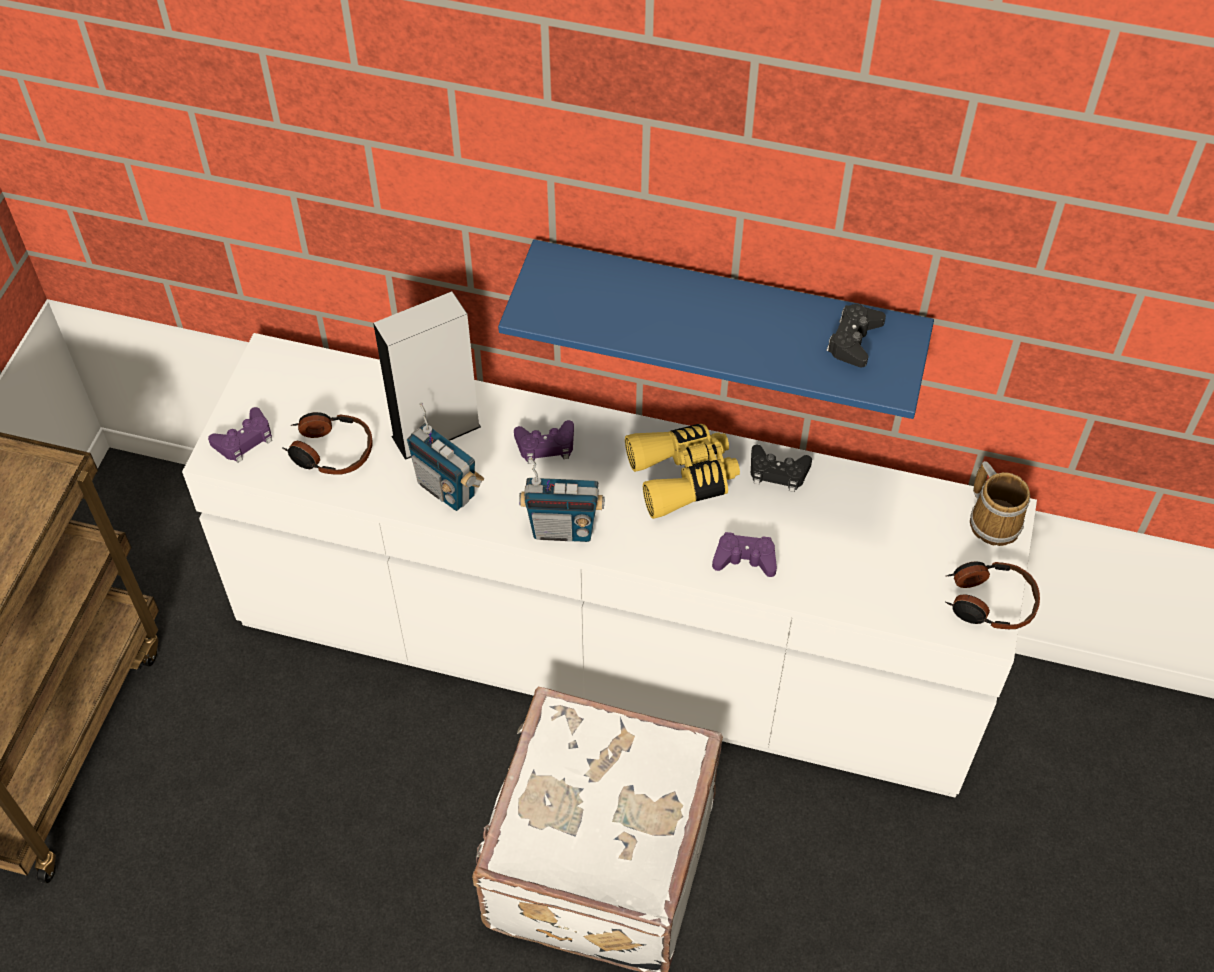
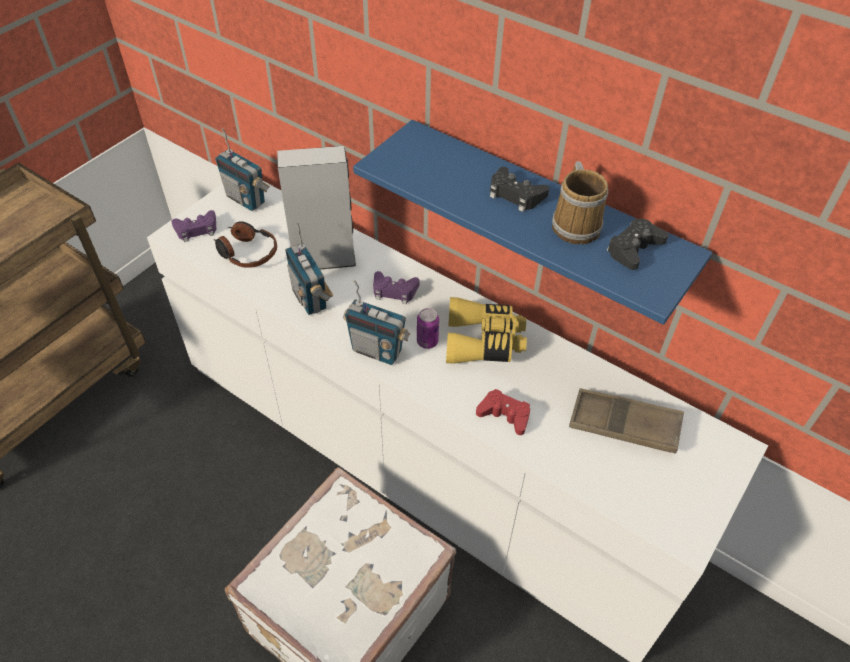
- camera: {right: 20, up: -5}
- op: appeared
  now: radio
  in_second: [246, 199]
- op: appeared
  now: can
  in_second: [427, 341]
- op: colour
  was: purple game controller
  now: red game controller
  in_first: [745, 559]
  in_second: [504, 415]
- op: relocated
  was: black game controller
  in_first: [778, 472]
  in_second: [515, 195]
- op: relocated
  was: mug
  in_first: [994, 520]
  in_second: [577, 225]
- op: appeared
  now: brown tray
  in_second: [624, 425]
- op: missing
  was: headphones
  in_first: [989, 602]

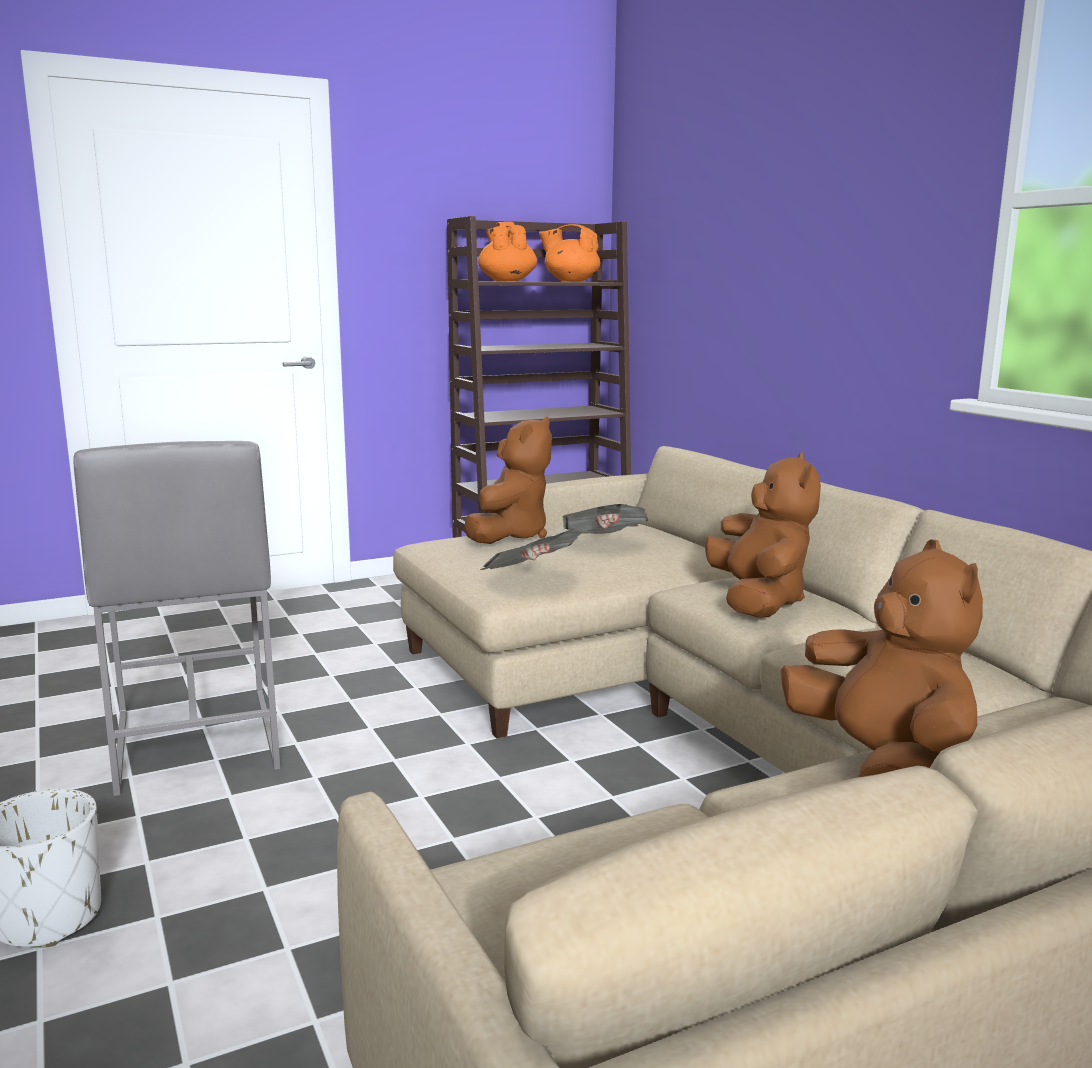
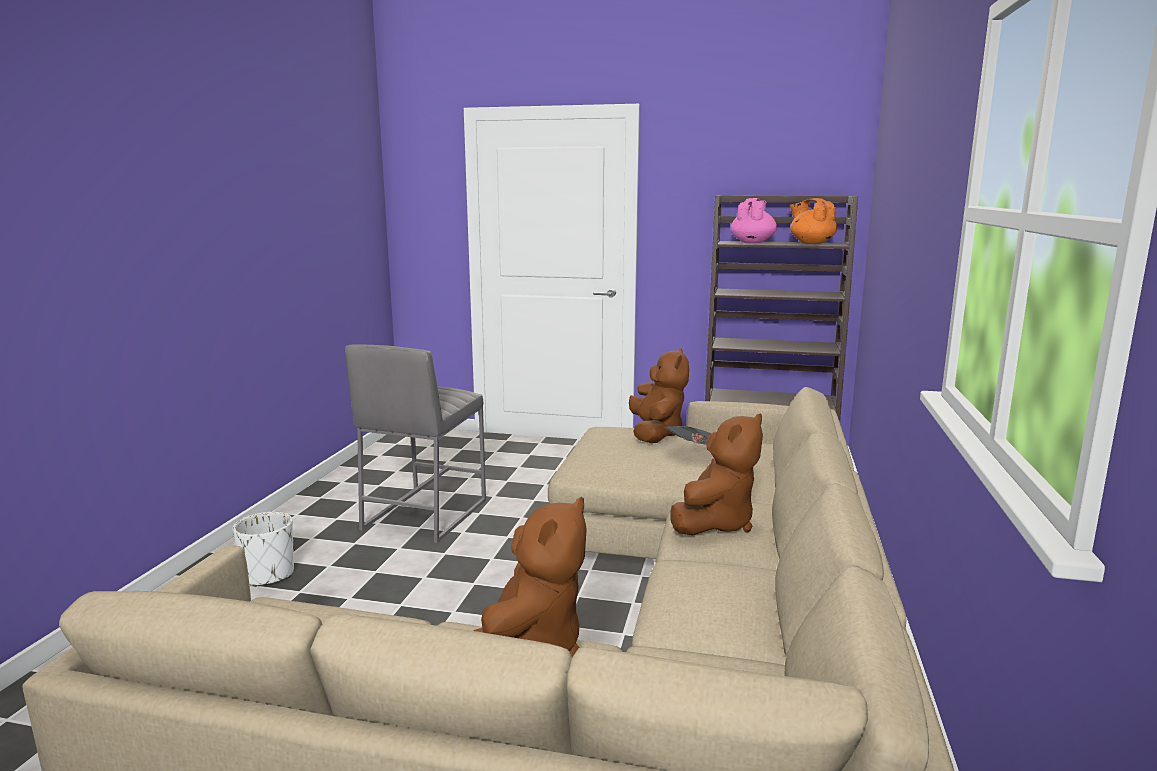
- camera: {right: 40, up: 0}
- op: spun
  was: brown plush toy
  in_first: [510, 535]
  in_second: [656, 434]
  clockwise: -60
- op: colour
  was: orange teapot
  now: pink teapot
  in_first: [507, 281]
  in_second: [752, 242]
- op: missing
  was: newspaper
  in_first: [530, 577]

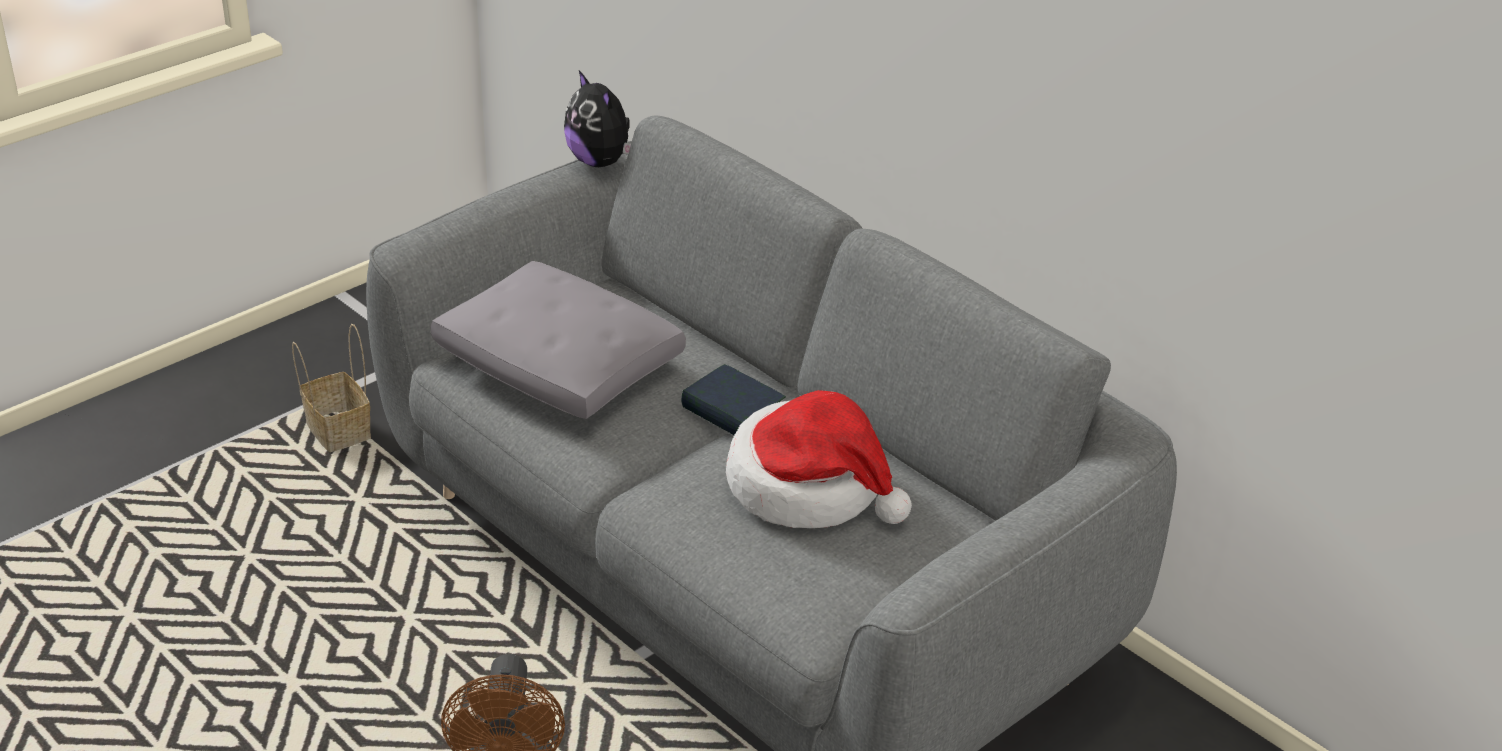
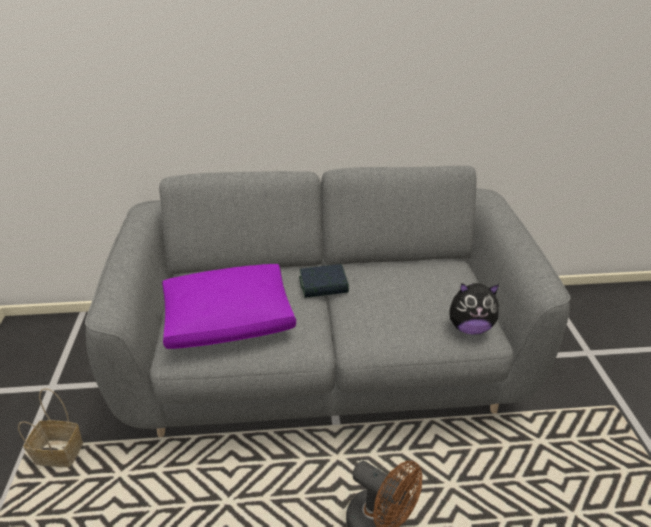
- camera: {right: -50, up: 0}
- op: colour
  was: grey pillow
  now: purple pillow
  in_first: [561, 366]
  in_second: [230, 318]
- op: relocated
  was: plush toy
  in_first: [601, 162]
  in_second: [469, 327]
- op: missing
  was: hat
  in_first: [809, 487]

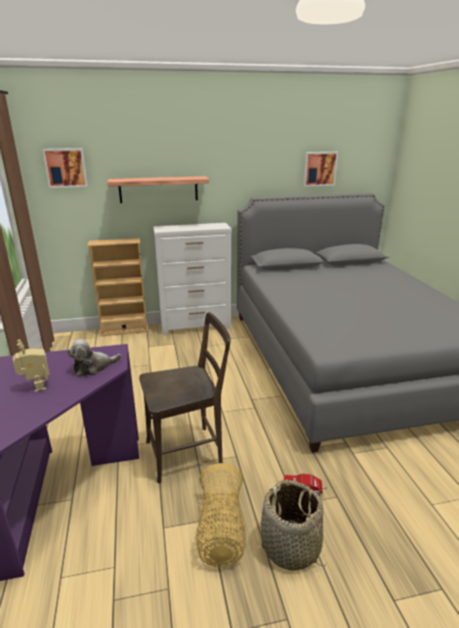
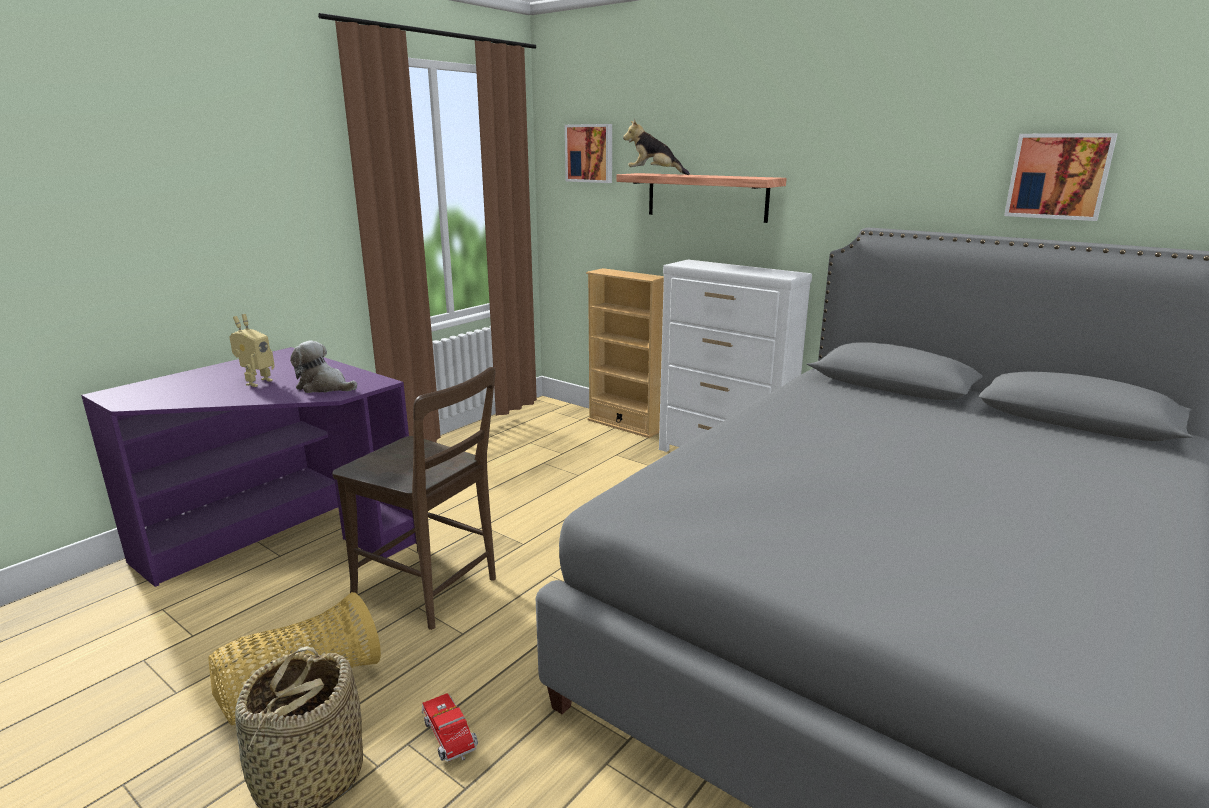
- camera: {right: 50, up: -5}
- op: appeared
  now: plush toy
  in_second: [654, 174]

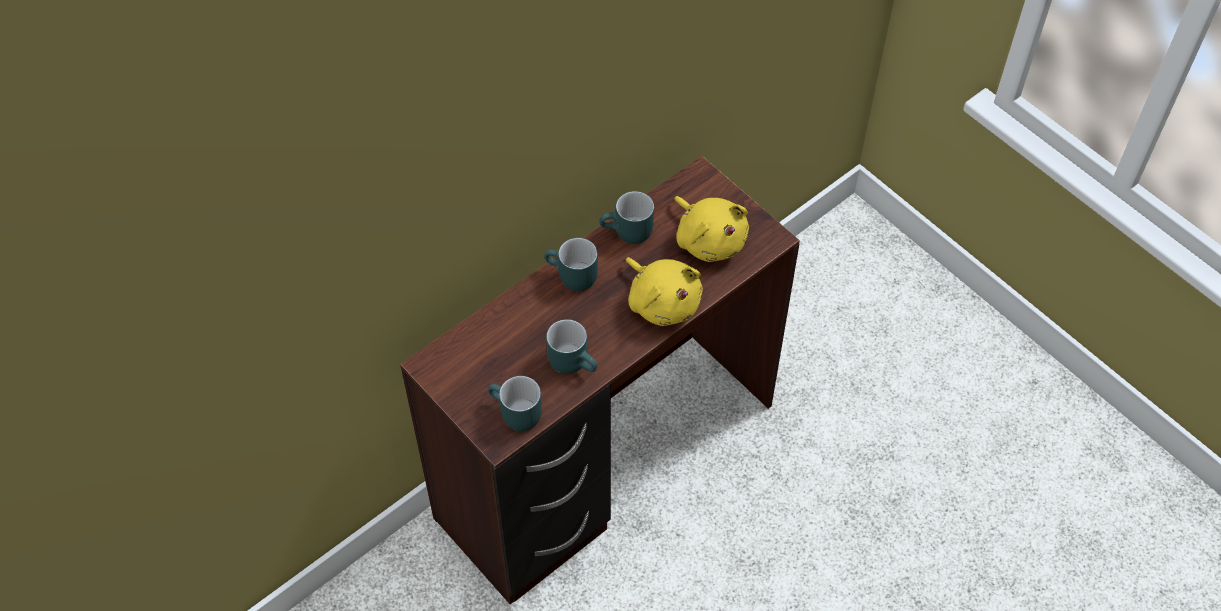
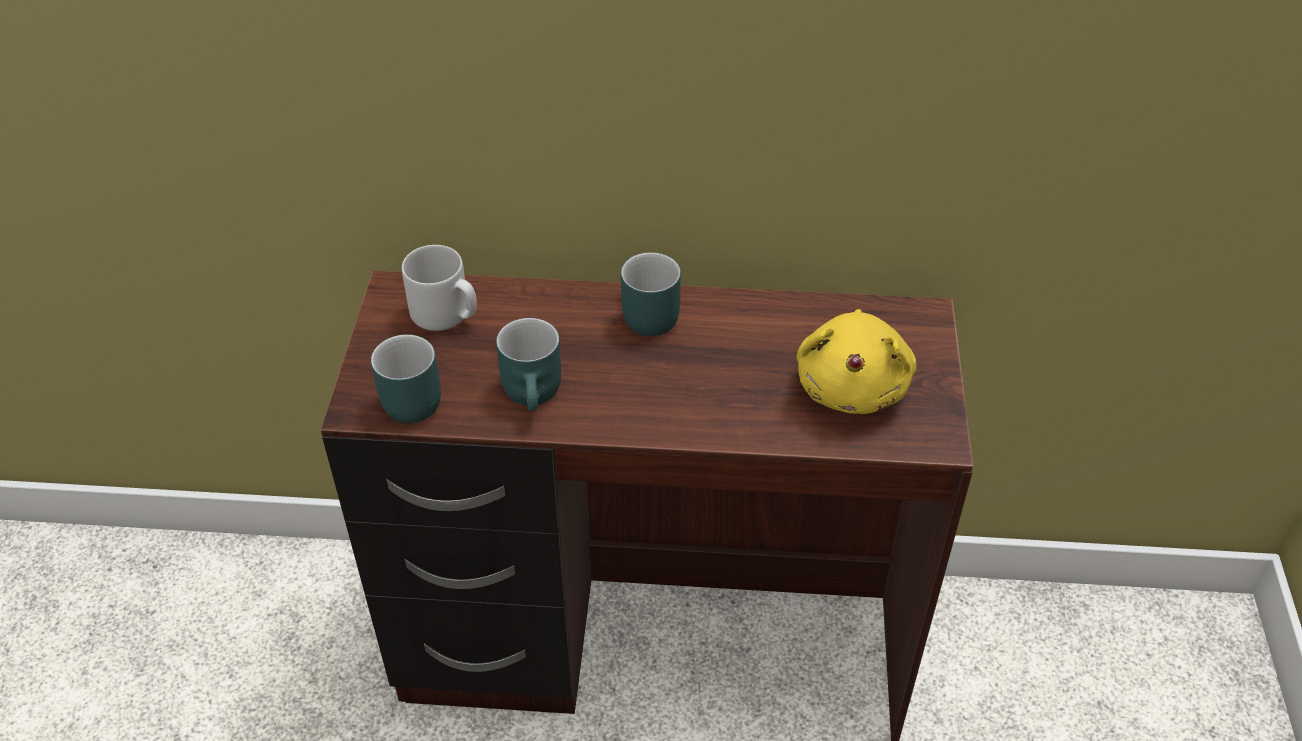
- camera: {right: 45, up: -10}
- op: appeared
  now: grey mug
  in_second: [446, 314]
- op: missing
  was: turquoise mug
  in_first: [628, 234]
- op: missing
  was: yellow plush toy
  in_first: [662, 301]

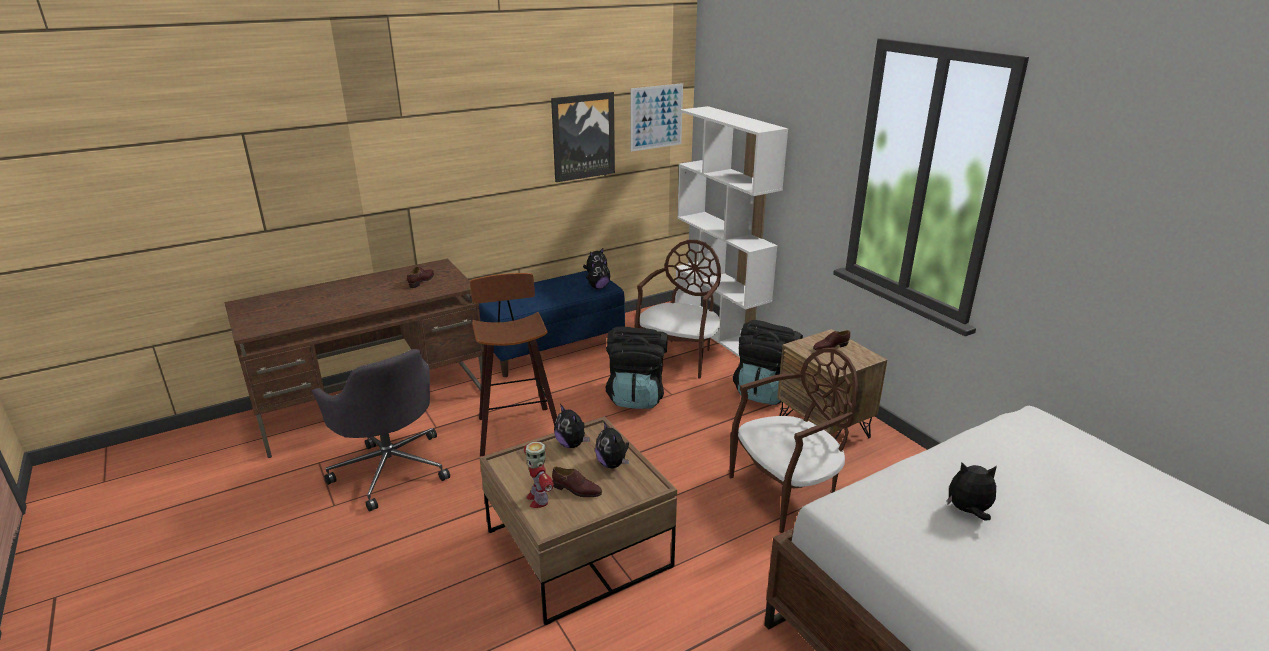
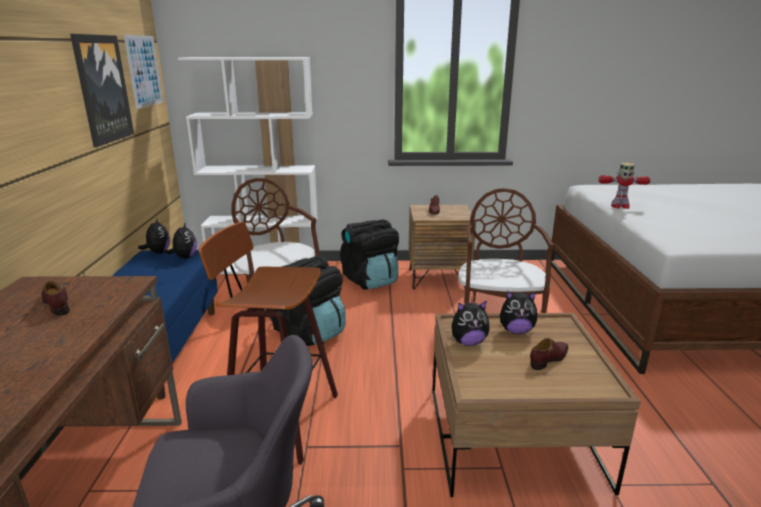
- camera: {right: -60, up: -5}
- op: relocated
  was: toy robot
  in_first: [538, 499]
  in_second: [619, 206]
- op: missing
  was: plush toy
  in_first: [968, 511]

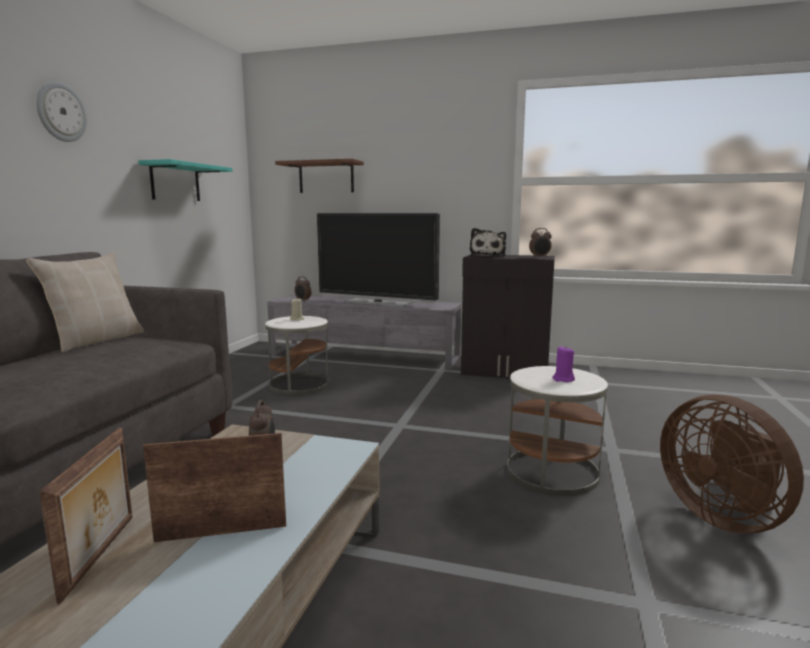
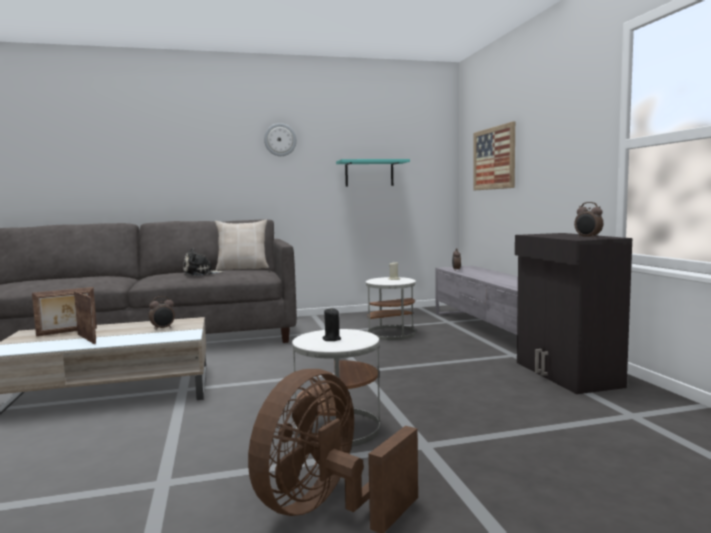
- camera: {right: 60, up: -5}
- op: relocated
  was: plush toy
  in_first: [487, 256]
  in_second: [200, 273]
- op: colour
  was: purple candle
  now: black candle
  in_first: [563, 379]
  in_second: [331, 339]
- op: exchanged
  was: brown shelf
  now: picture
  in_first: [326, 177]
  in_second: [494, 158]
- op: missing
  was: television
  in_first: [378, 303]

